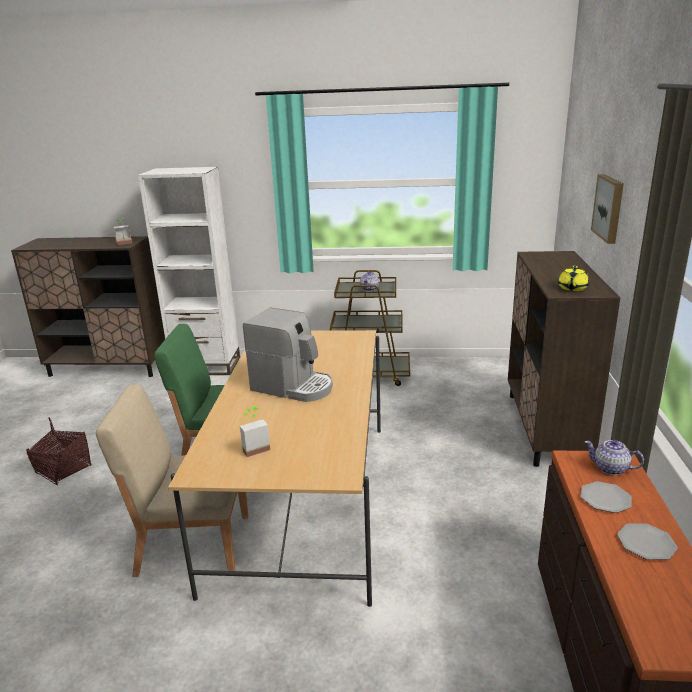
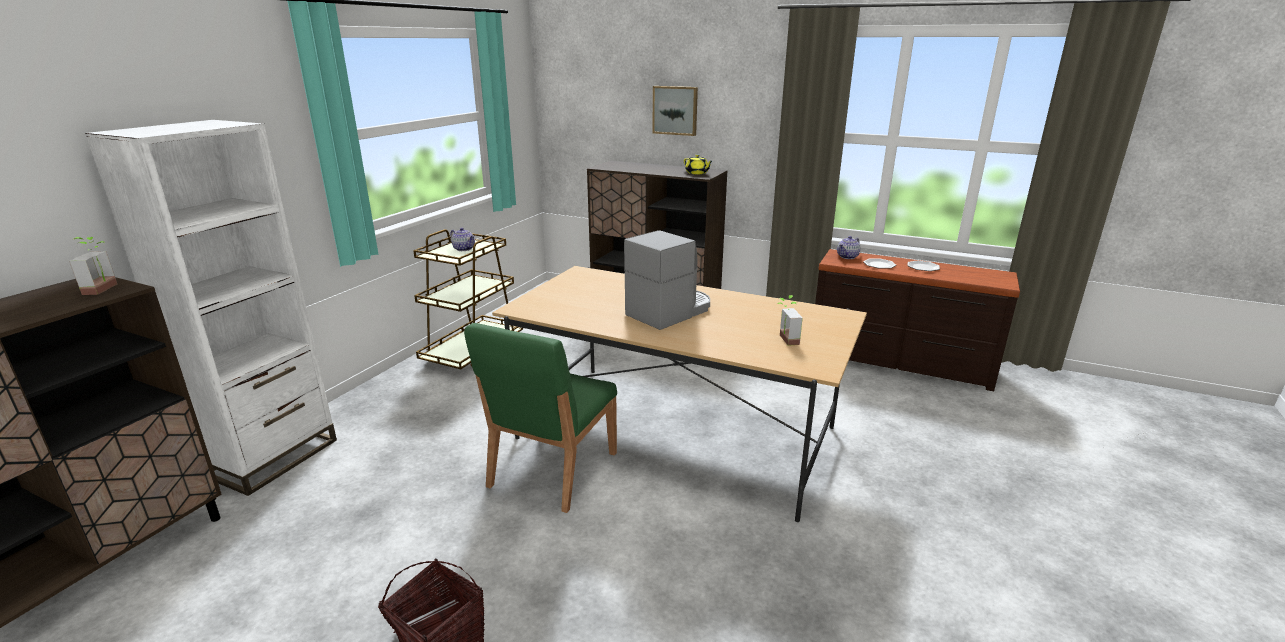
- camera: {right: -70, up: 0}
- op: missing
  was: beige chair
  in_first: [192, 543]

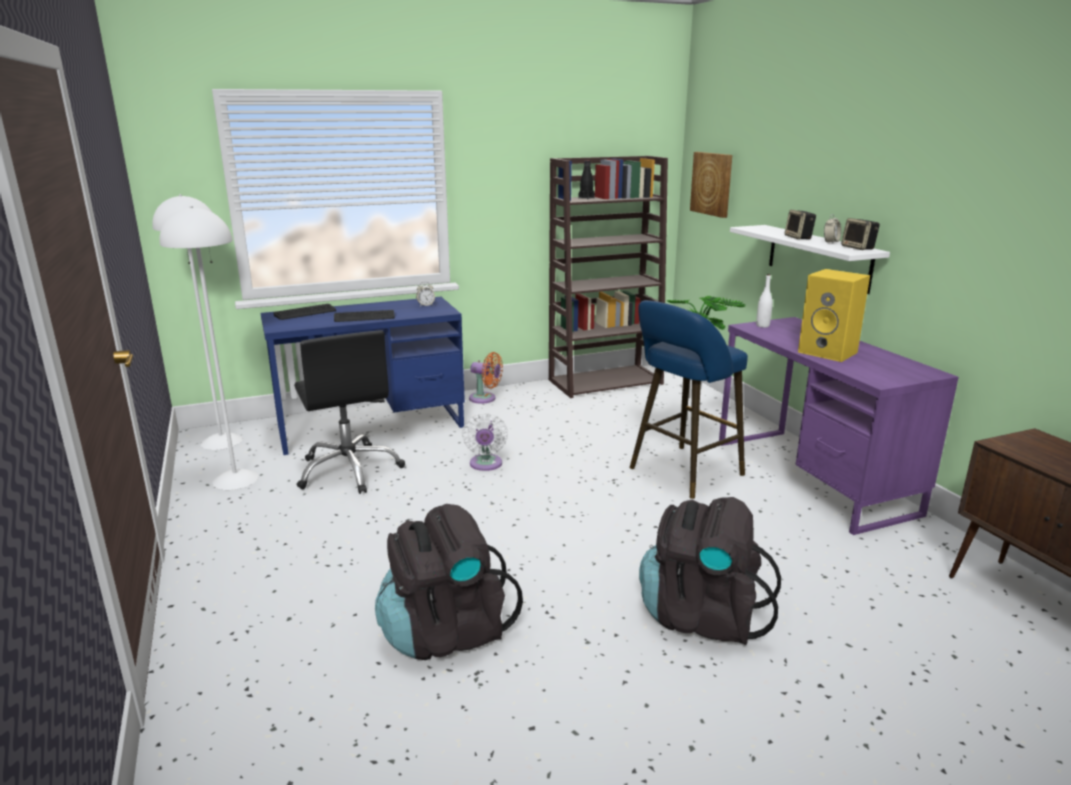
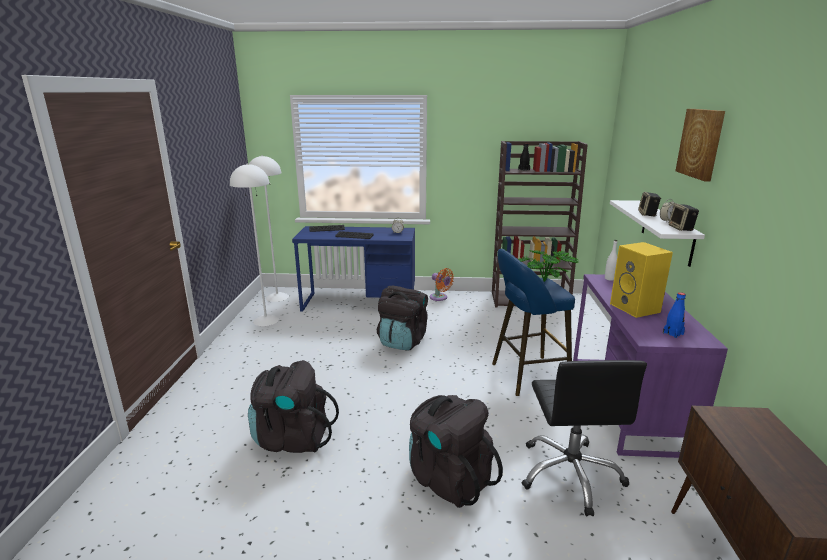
- camera: {right: 25, up: 0}
- op: exchanged
  was: white fan
  now: black backpack
  in_first: [485, 465]
  in_second: [402, 341]
- op: relocated
  was: black office chair
  in_first: [349, 470]
  in_second: [570, 474]
- op: appeared
  now: blue bottle
  in_second: [673, 333]
- op: relocated
  was: picture
  in_first: [712, 184]
  in_second: [701, 143]

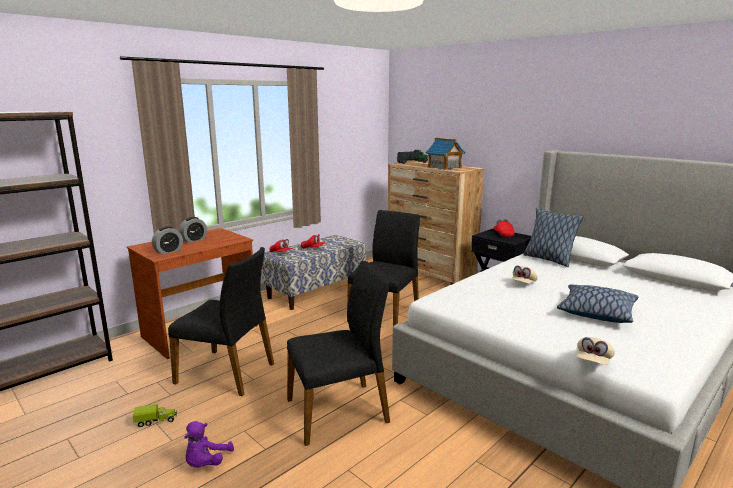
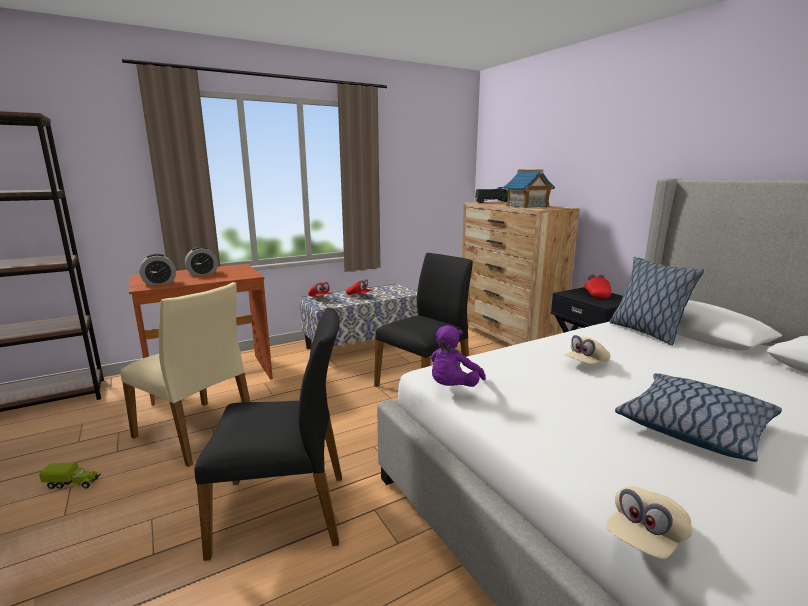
- camera: {right: 15, up: 0}
- op: colour
  was: black chair
  now: beige chair
  in_first: [227, 373]
  in_second: [197, 432]
- op: relocated
  was: purple plush toy
  in_first: [206, 463]
  in_second: [453, 387]

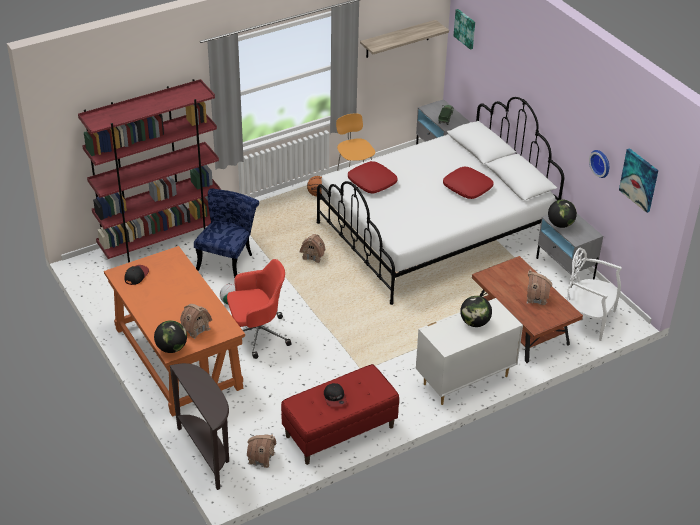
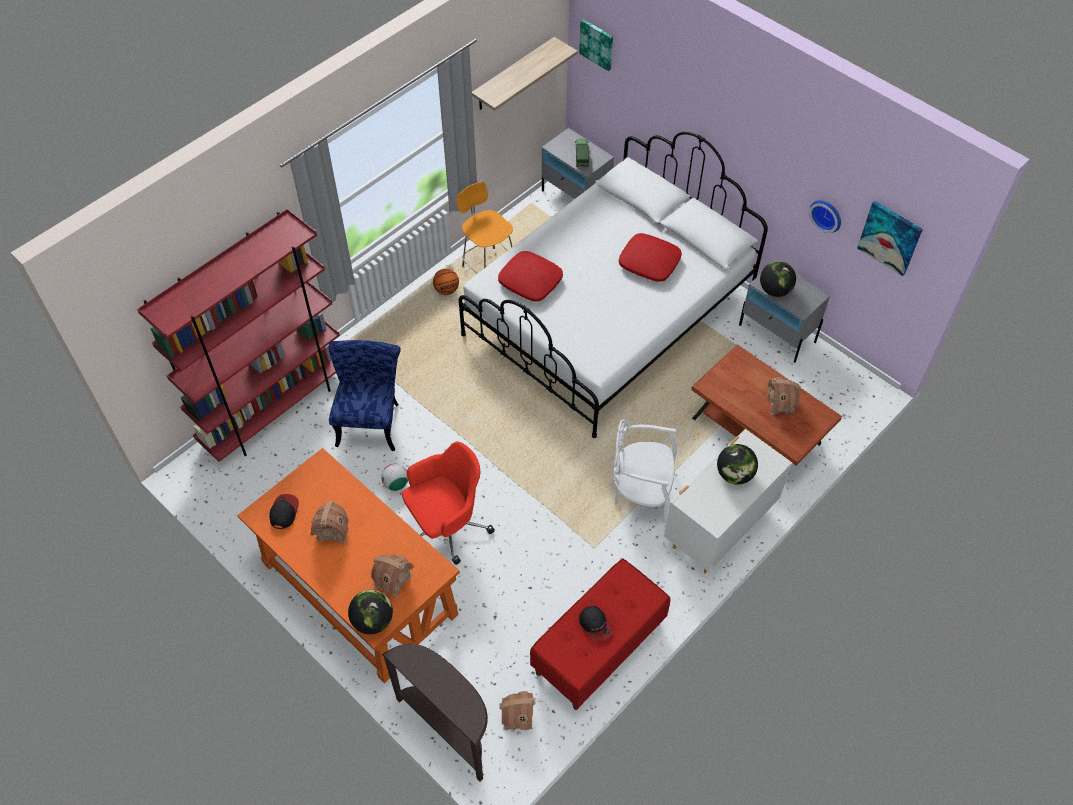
- camera: {right: -15, up: 15}
- op: relocated
  was: toy house
  in_first: [313, 256]
  in_second: [332, 531]
- op: relocated
  was: white chair
  in_first: [588, 319]
  in_second: [641, 491]

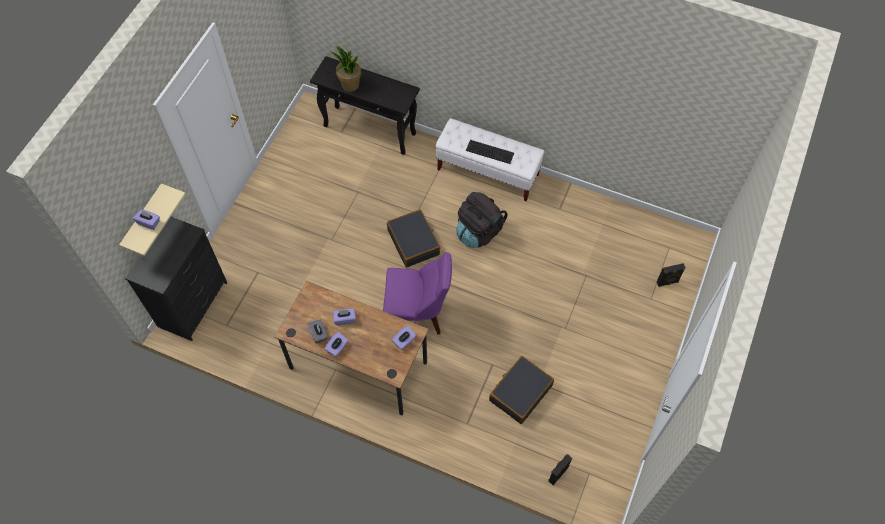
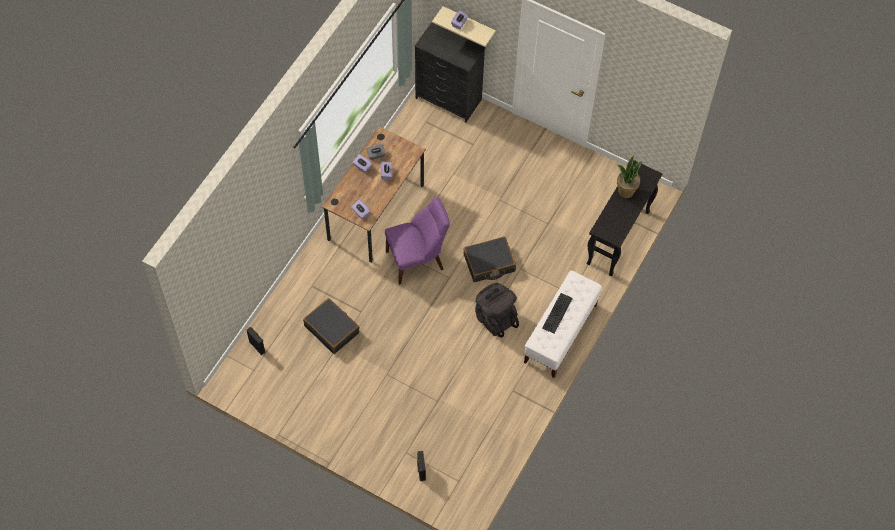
- camera: {right: 95, up: 0}
- op: spun
  was: purple chair
  in_first: [418, 313]
  in_second: [417, 260]
  clockwise: -120

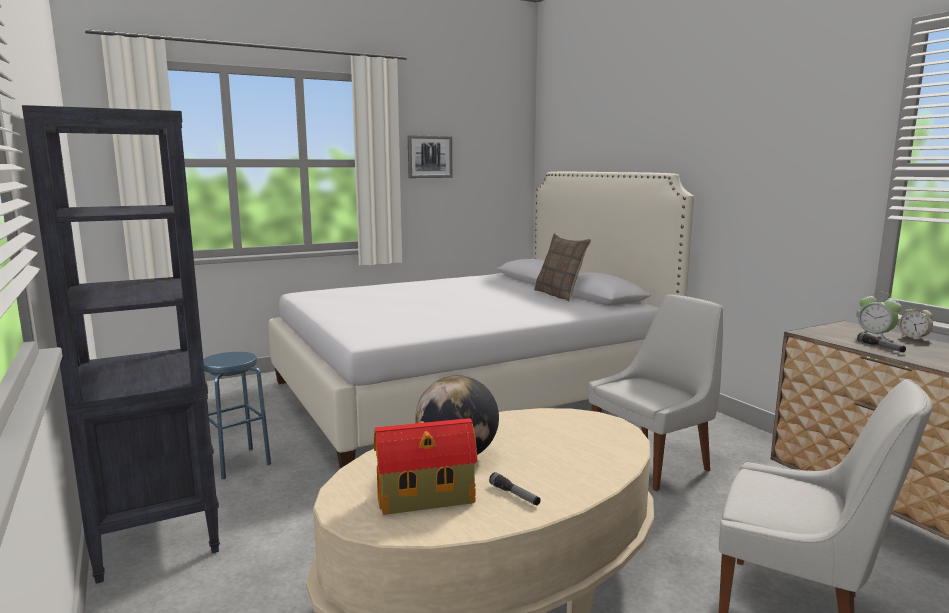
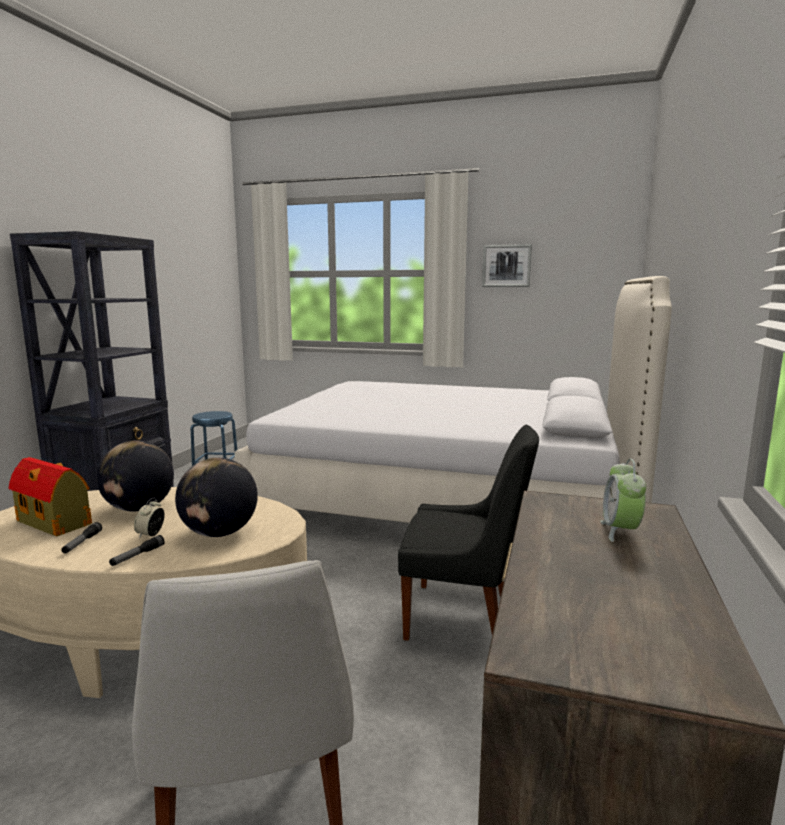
- camera: {right: 45, up: 0}
- op: relocated
  was: flashlight
  in_first: [880, 347]
  in_second: [137, 556]
- op: relocated
  was: alarm clock
  in_first: [913, 337]
  in_second: [151, 534]
- op: appeared
  now: globe
  in_second: [219, 533]
- op: colour
  was: white chair
  now: black chair
  in_first: [653, 462]
  in_second: [463, 617]
- op: missing
  was: pillow
  in_first: [559, 295]

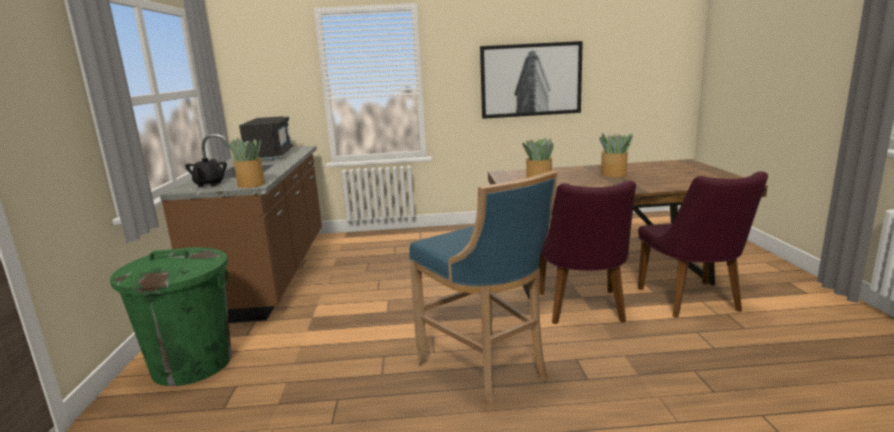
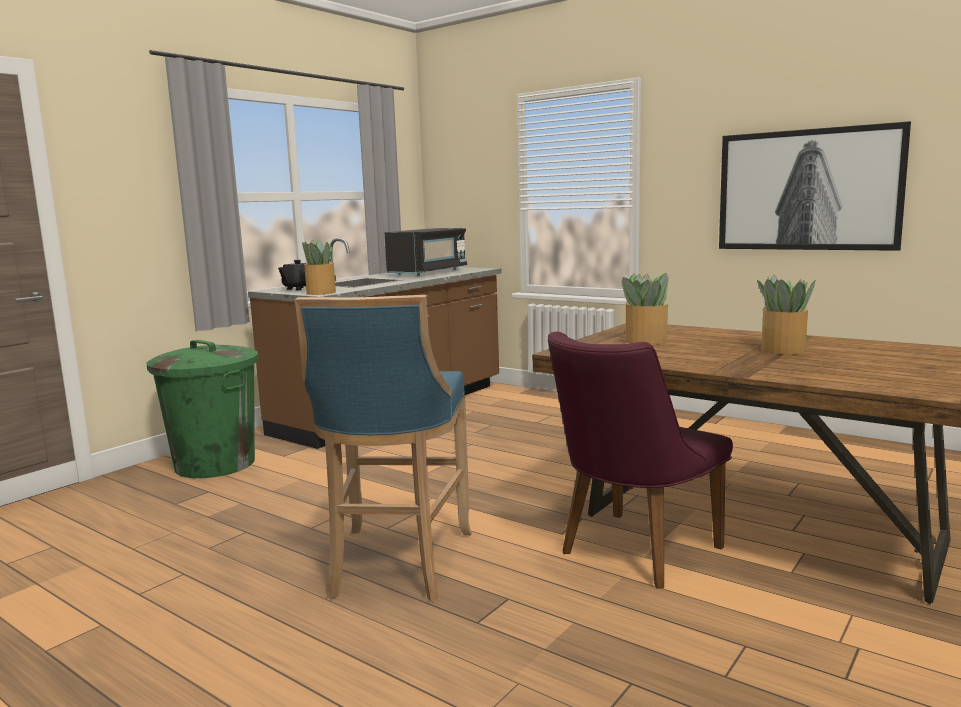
- camera: {right: 40, up: -5}
- op: missing
  was: purple chair
  in_first: [693, 303]

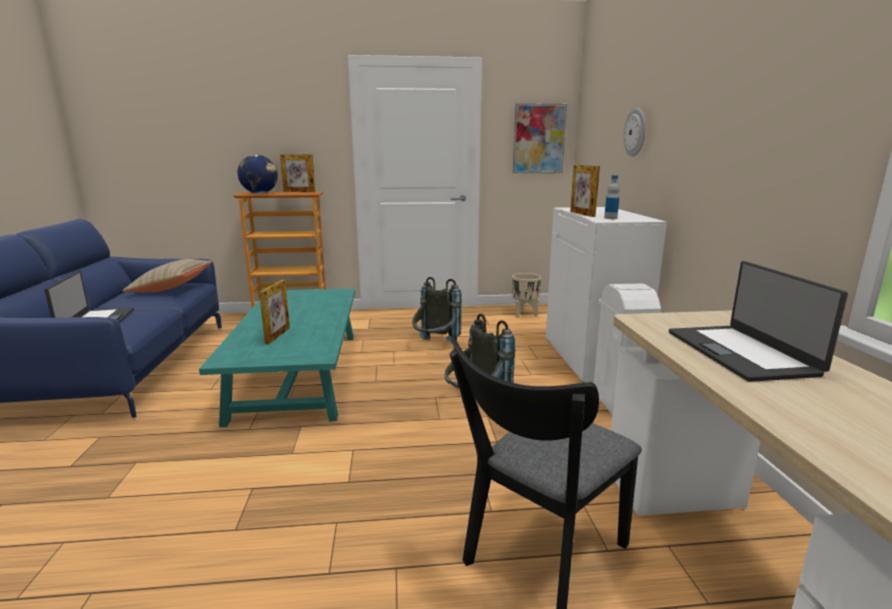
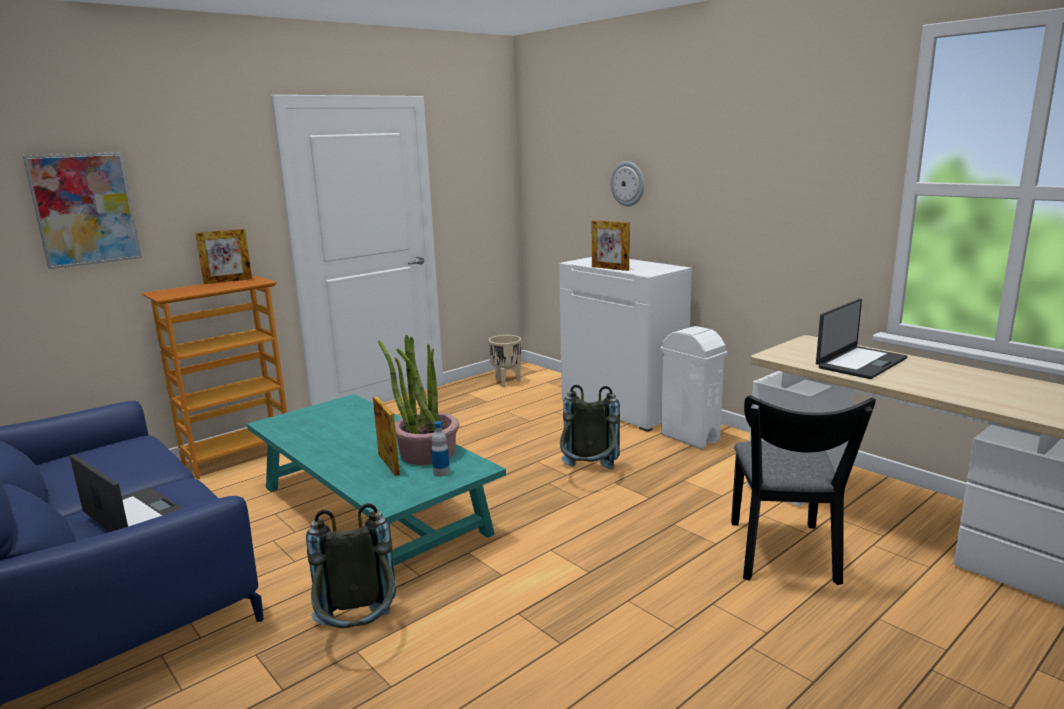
- camera: {right: -35, up: 0}
- op: relocated
  was: picture
  in_first: [539, 139]
  in_second: [85, 209]
- op: relocated
  was: grey backpack
  in_first: [435, 346]
  in_second: [358, 634]
- op: appeared
  now: potted plant
  in_second: [427, 453]
- op: relocated
  was: bottle
  in_first: [610, 218]
  in_second: [441, 472]
- op: spun
  was: laptop
  in_first: [741, 352]
  in_second: [860, 363]
  clockwise: -90
- op: missing
  was: beige pillow
  in_first: [171, 288]
- op: missing
  was: globe
  in_first: [260, 193]

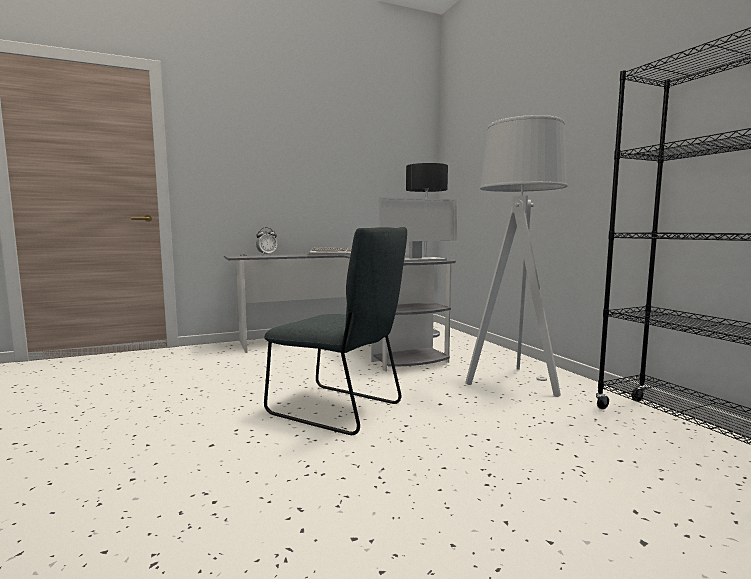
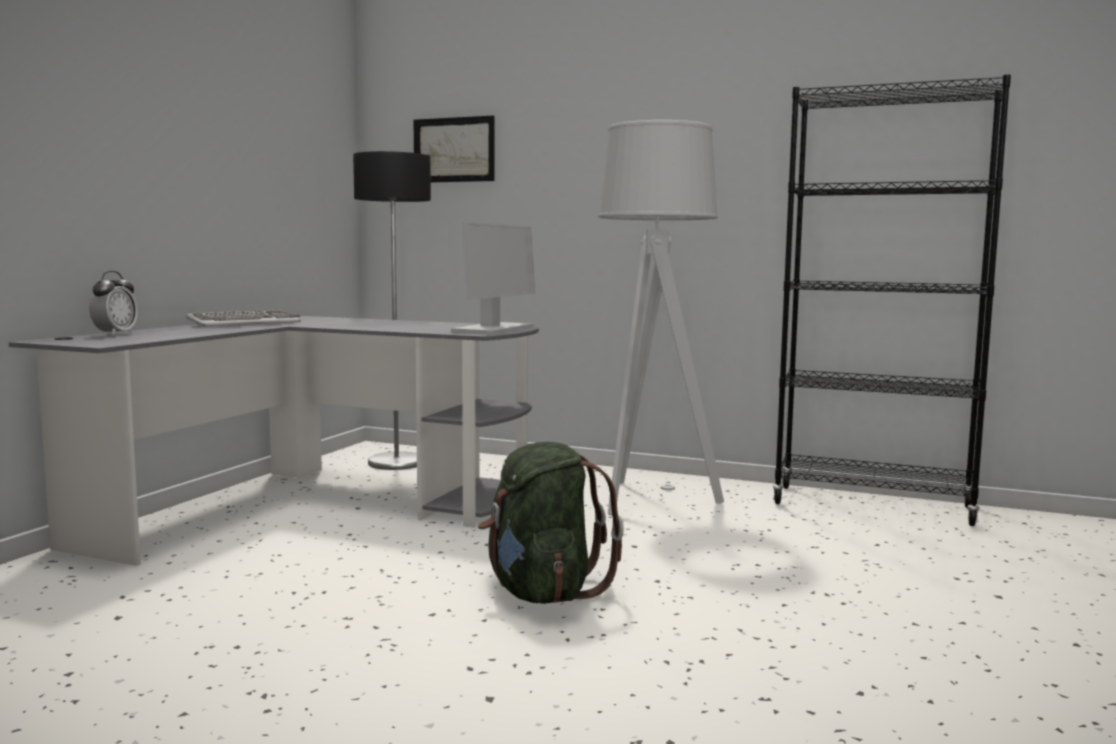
- camera: {right: -45, up: 0}
- op: appeared
  now: picture
  in_second: [454, 150]
- op: exchanged
  was: grey chair
  now: green backpack
  in_first: [340, 410]
  in_second: [542, 592]

